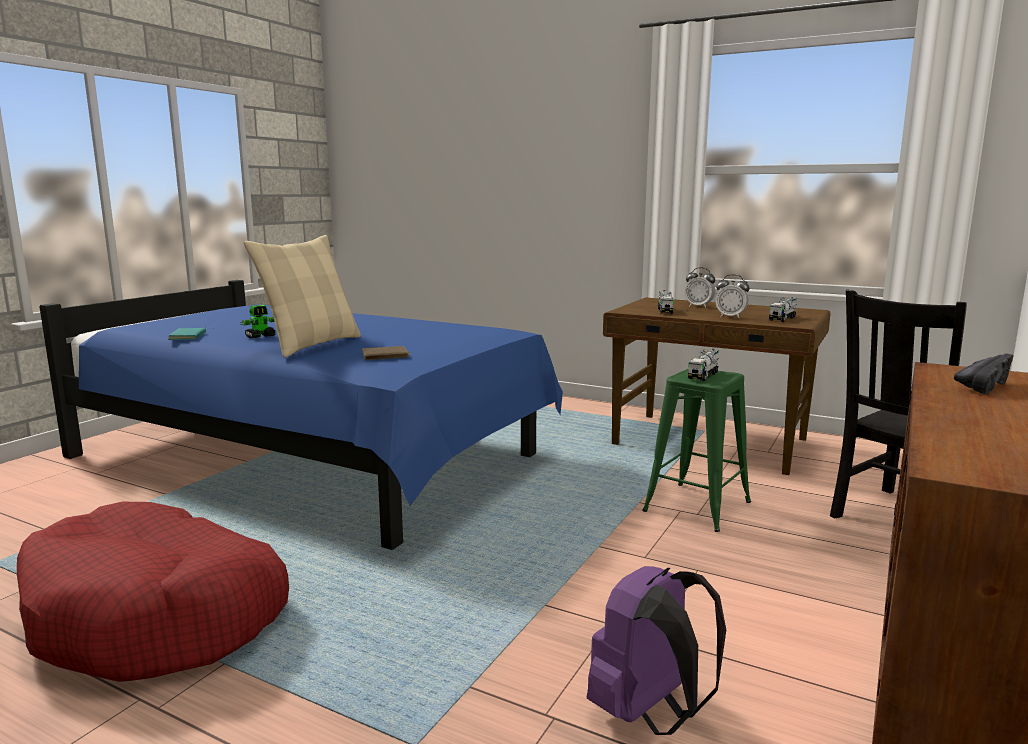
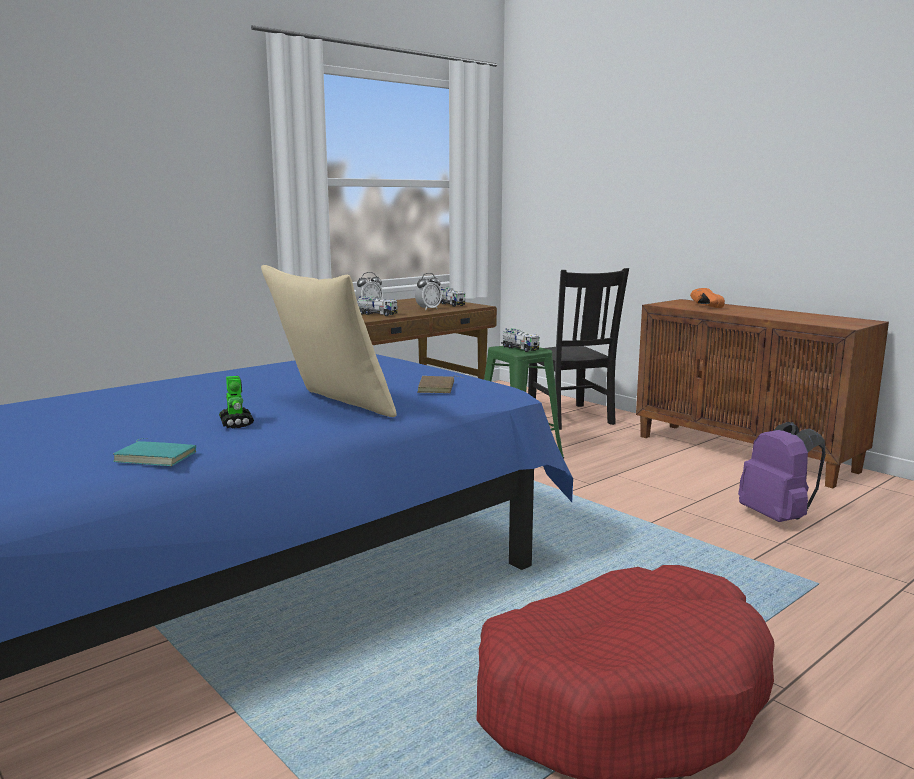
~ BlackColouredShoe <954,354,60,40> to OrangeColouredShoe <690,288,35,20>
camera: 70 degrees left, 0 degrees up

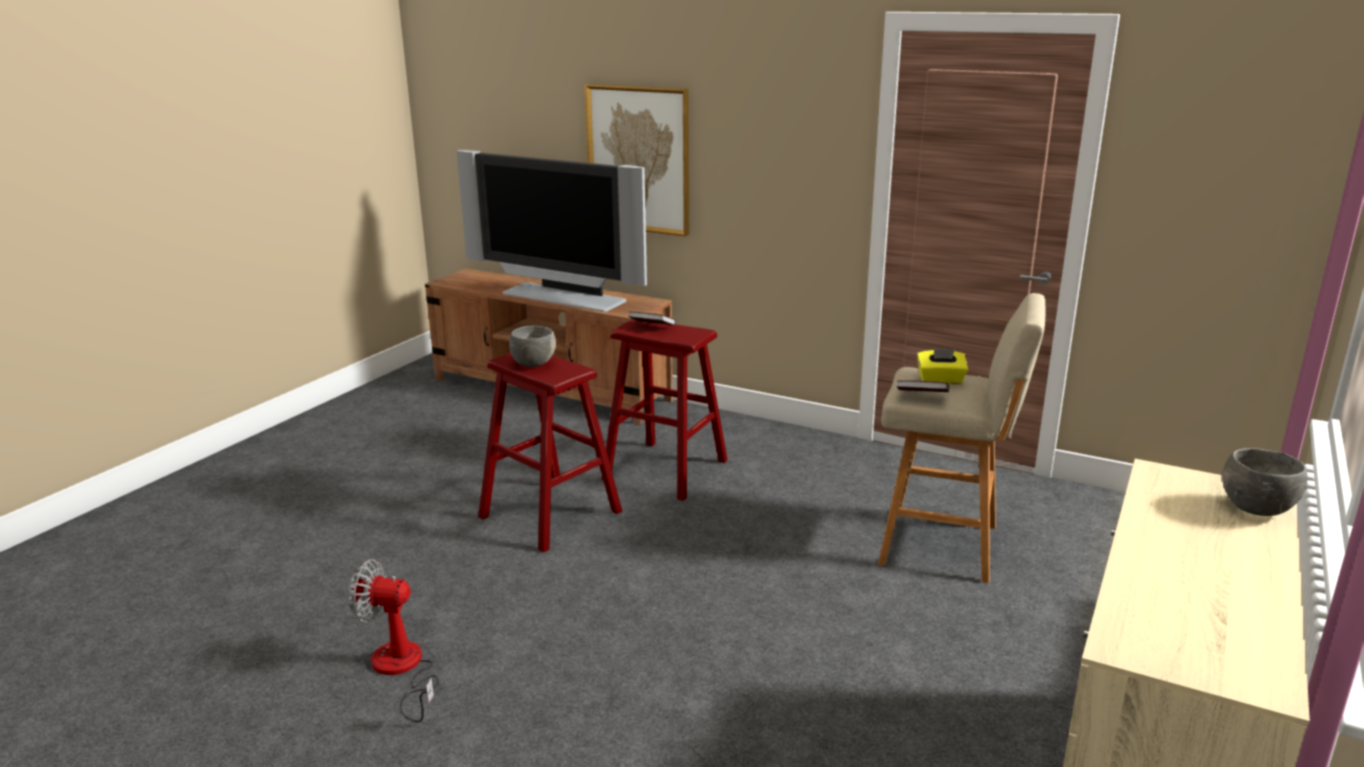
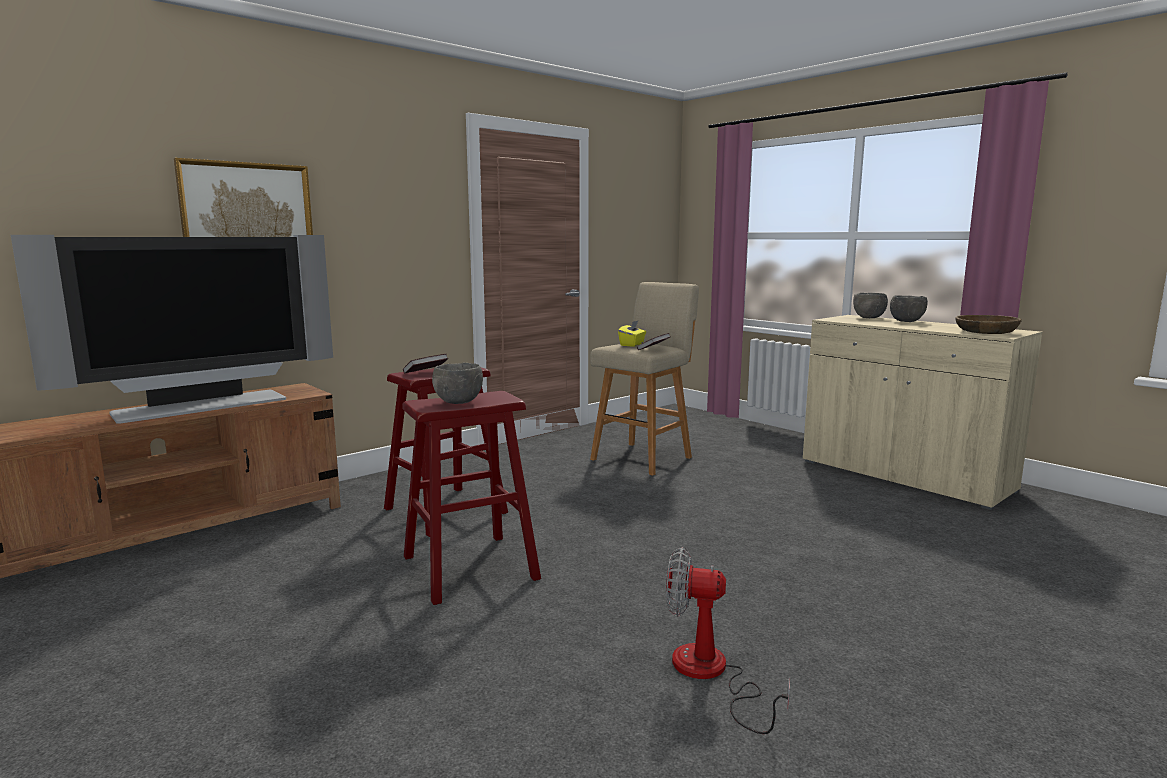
~ Fan <349,559,90,163> = <666,547,124,187> 75 degrees clockwise
+ GreyDeepDish <890,295,38,27>
+ BrownDeepDish <956,315,66,19>
camera: 70 degrees left, 10 degrees down

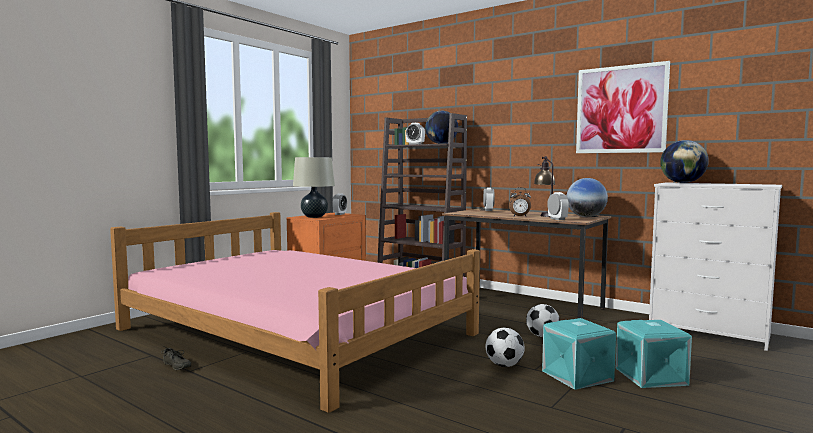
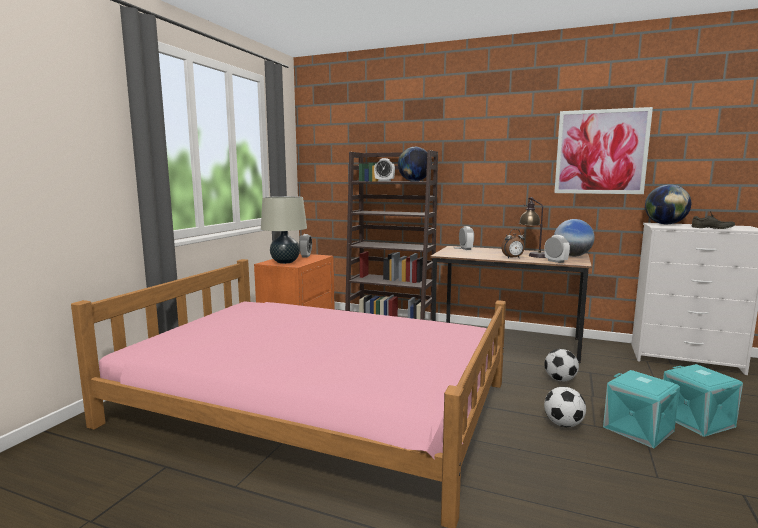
~ GreyShoe <161,346,30,24> to <692,213,43,16>
camera: 15 degrees left, 5 degrees up

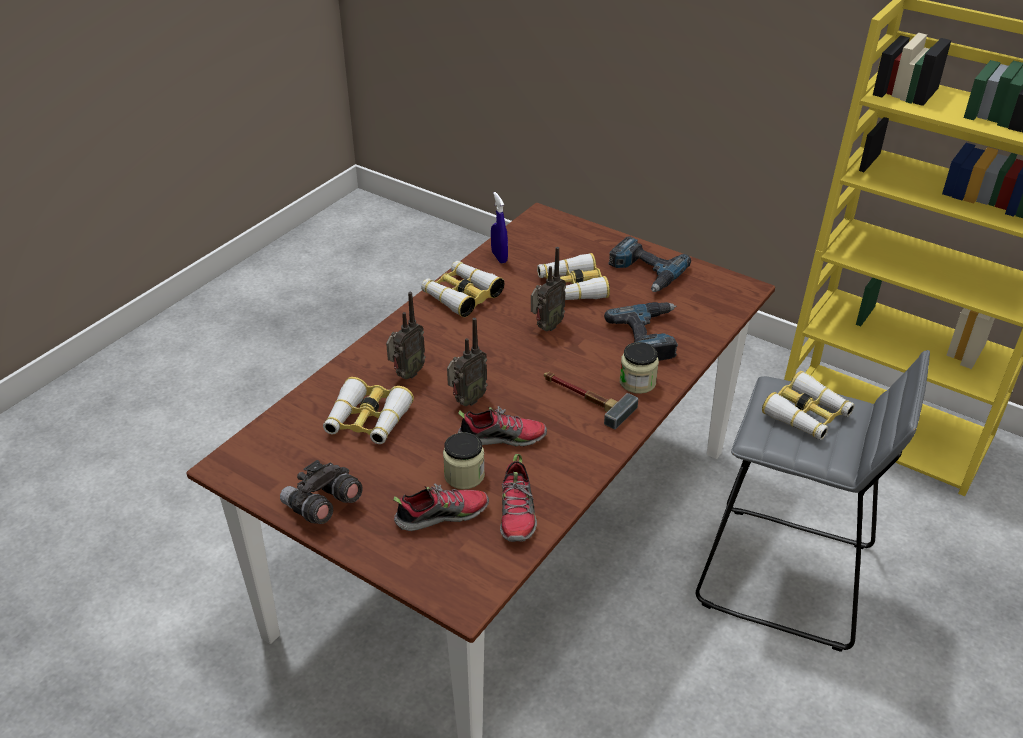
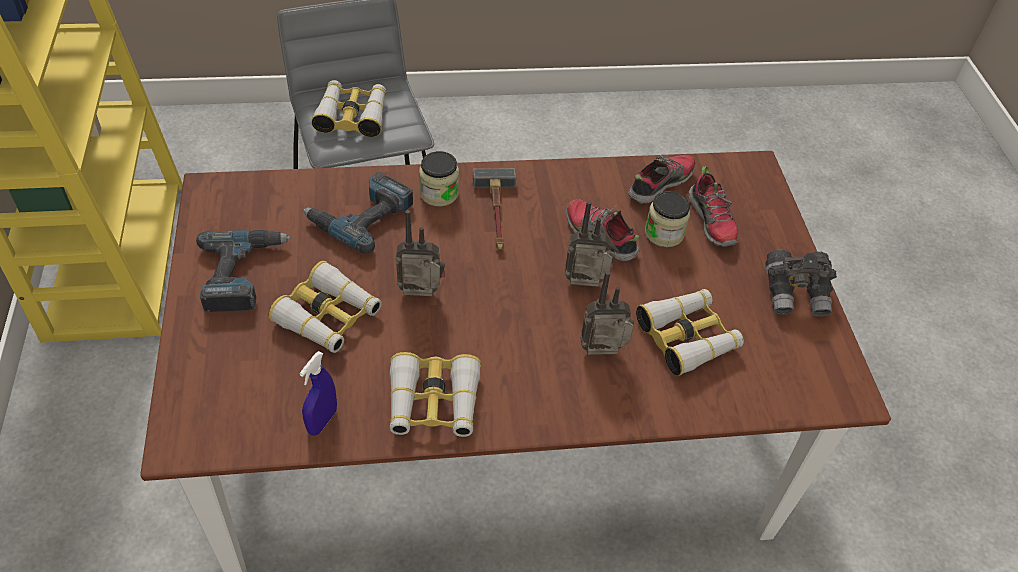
~ Shoe <393,483,96,48> = <689,166,49,81> 135 degrees counterclockwise
camera: 135 degrees left, 10 degrees up

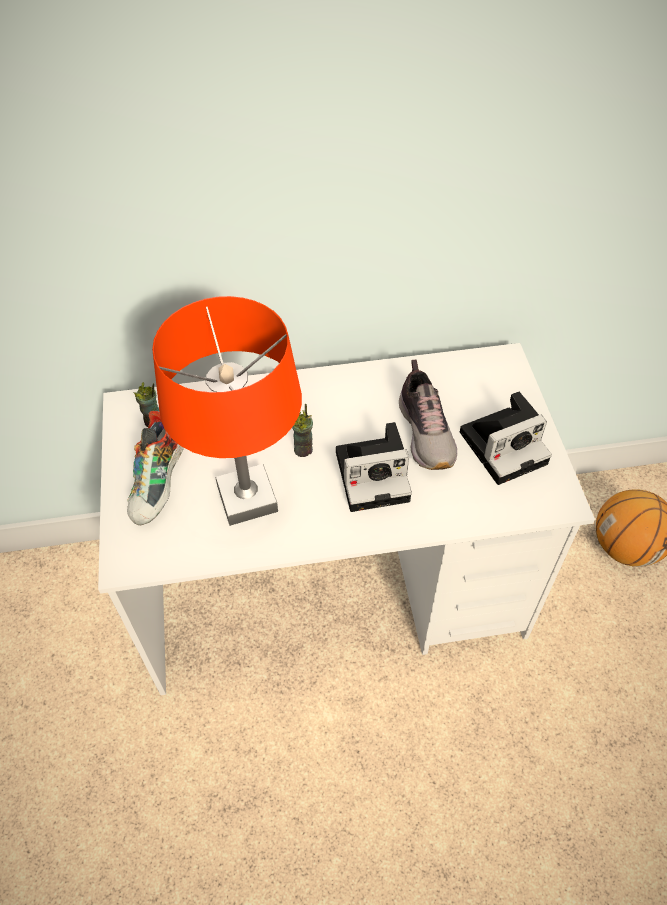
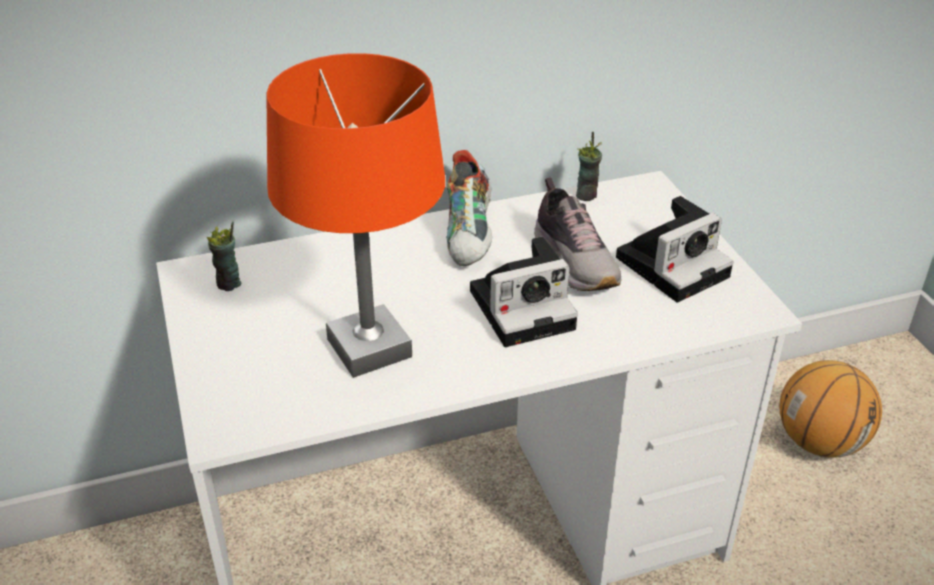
~ Shoe <127,411,57,114> to <446,150,46,116>
~ SmallCup <292,404,21,53> to <576,132,26,69>
camera: 10 degrees left, 15 degrees down

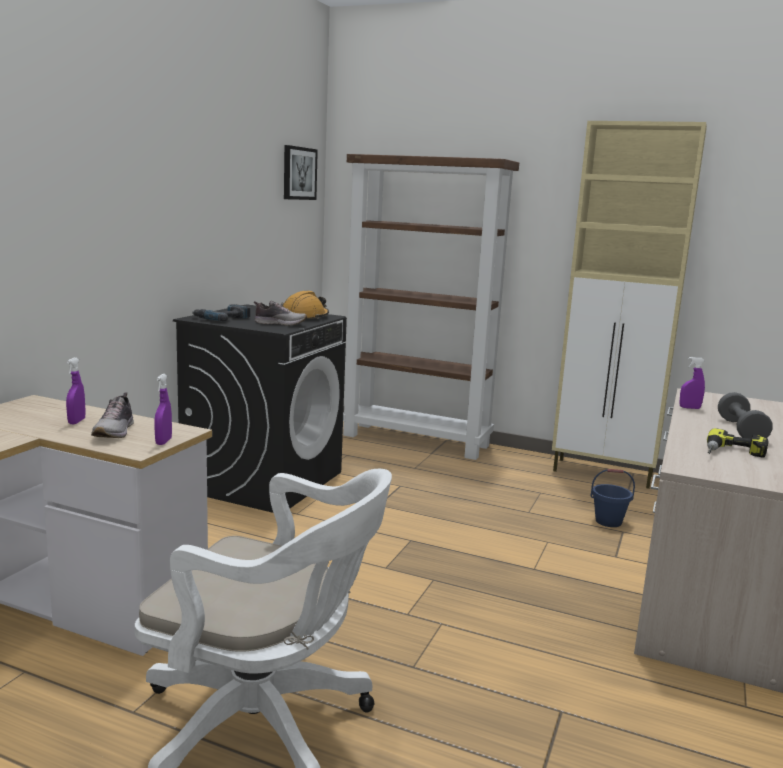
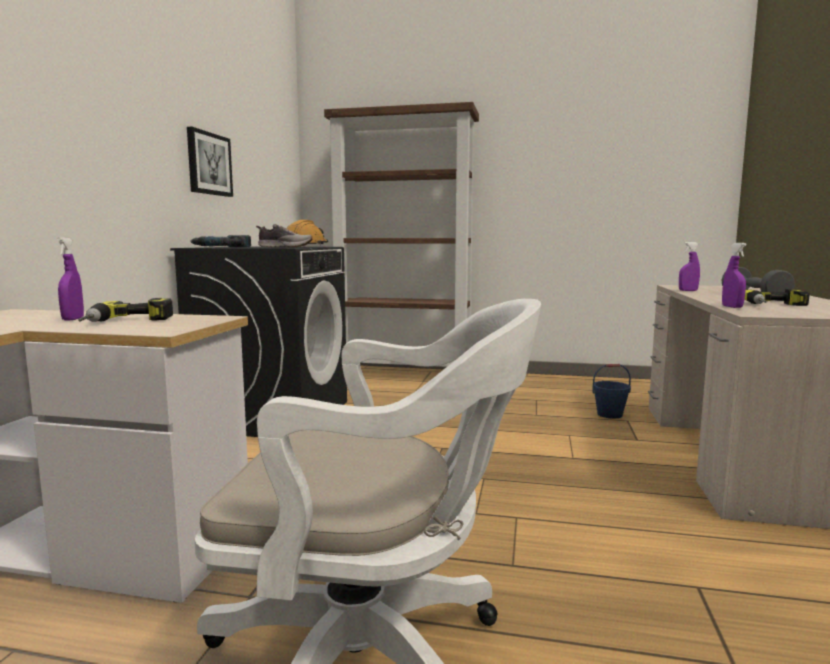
~ Shoe <91,392,43,46> to Drill <79,298,94,24>
~ PurpleColouredSprayBottle <154,374,18,71> to <722,243,25,65>
~ Picture <284,145,34,55> to <187,127,46,70>
- SandColouredCupboard <552,121,155,368>
camera: 10 degrees left, 5 degrees down

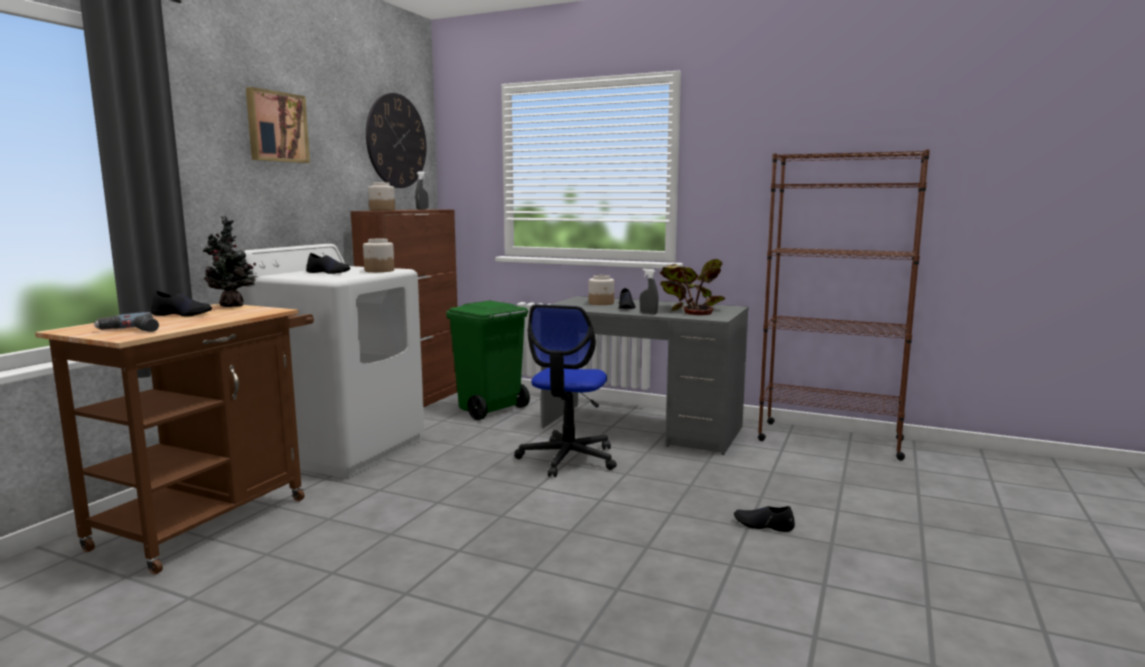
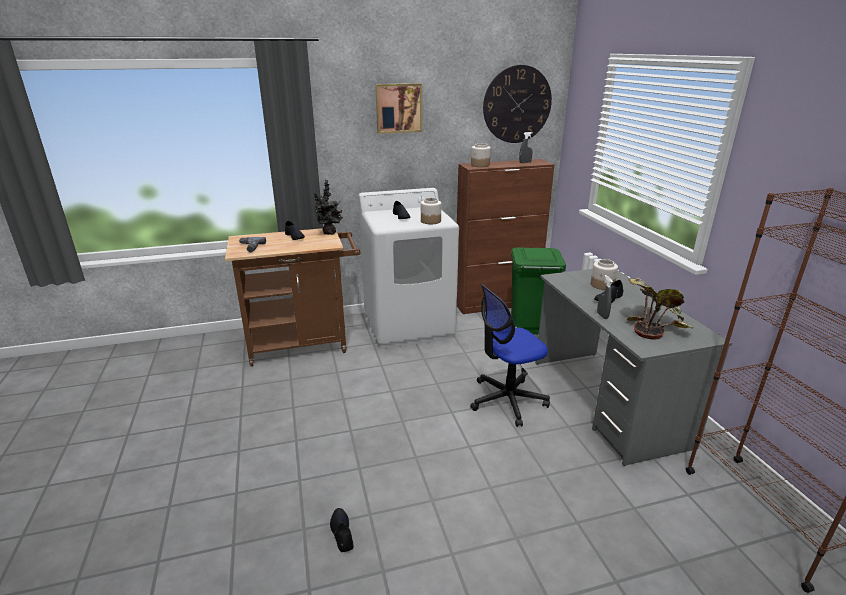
~ BlackColouredShoe <734,506,61,26> to <330,508,24,44>
camera: 50 degrees right, 15 degrees up

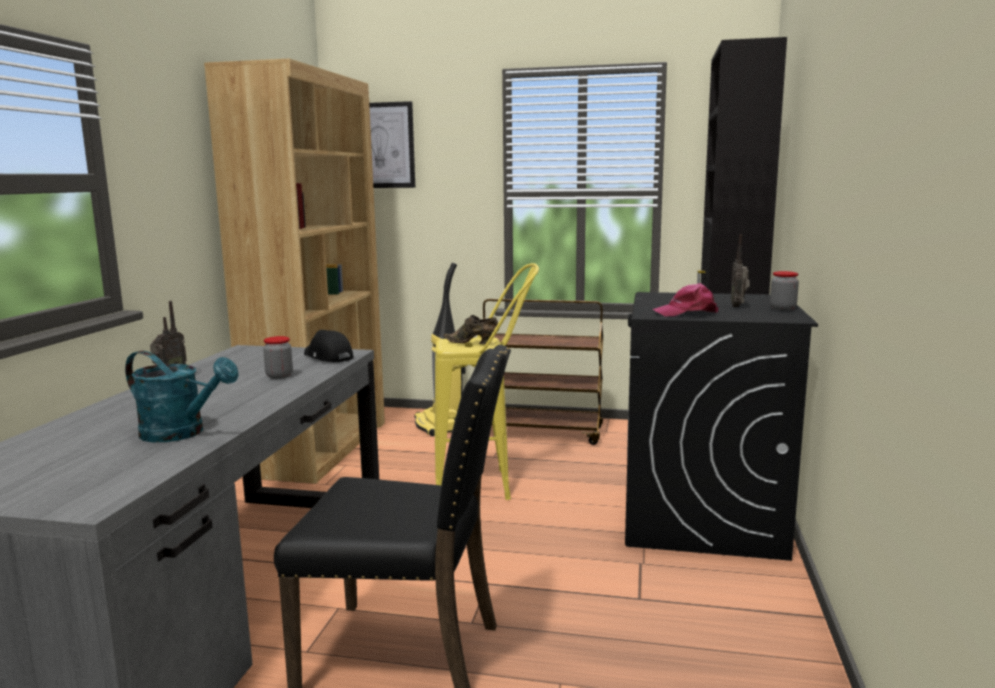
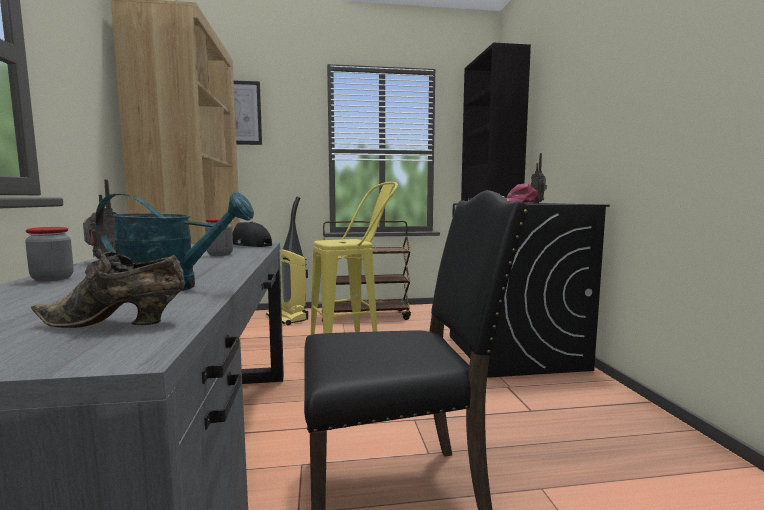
~ BrownShoe <443,315,55,29> to <31,252,155,76>
~ PreserveJar <770,271,29,40> to <25,227,49,55>
camera: 20 degrees left, 5 degrees down

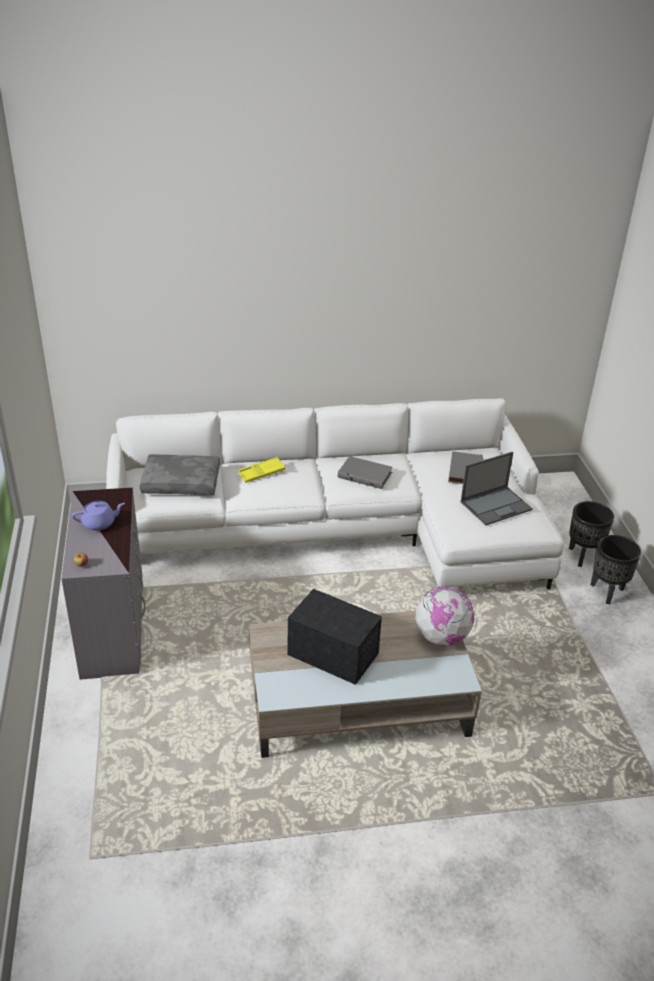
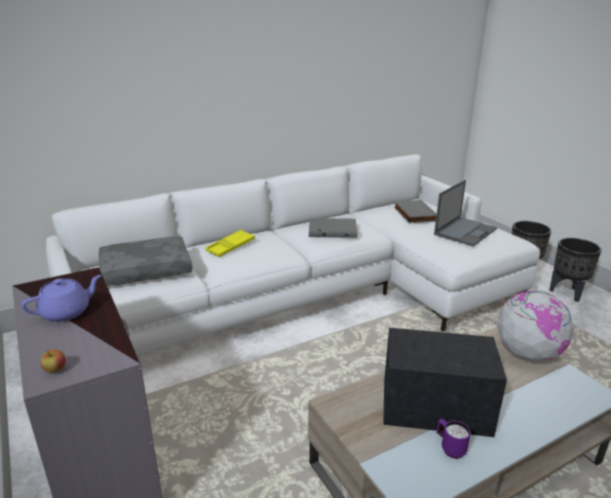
+ PurpleColouredMug <437,419,34,40>
camera: 20 degrees left, 10 degrees down

